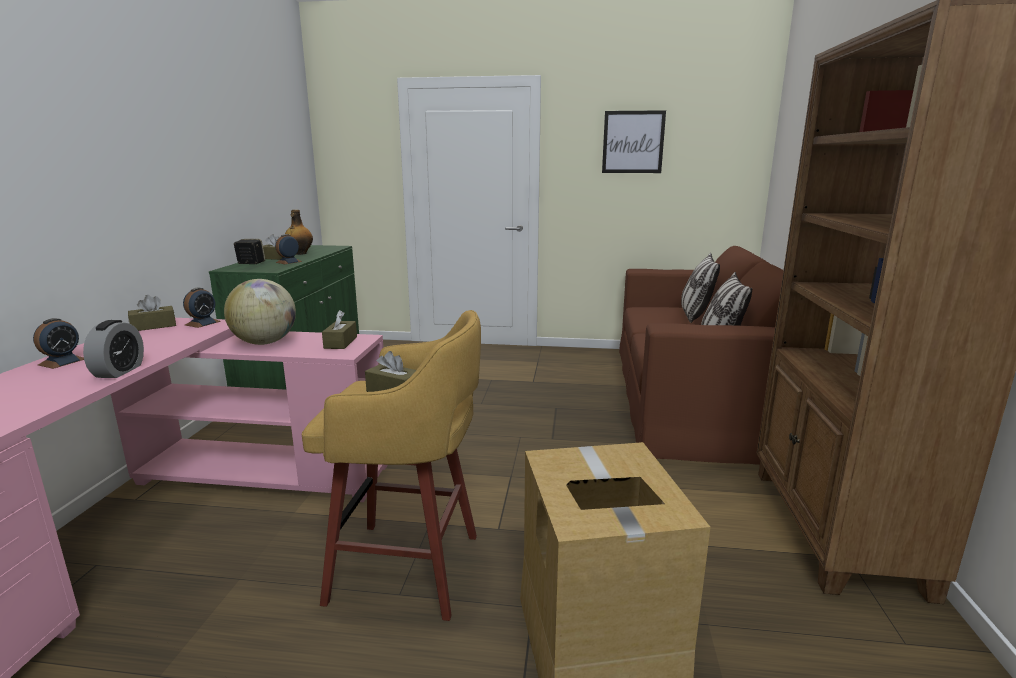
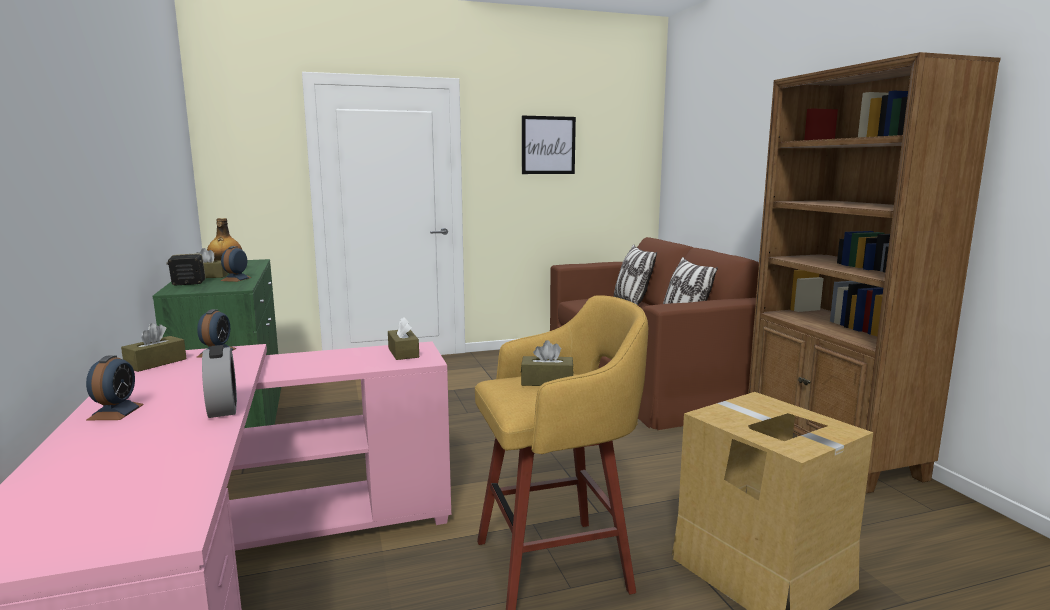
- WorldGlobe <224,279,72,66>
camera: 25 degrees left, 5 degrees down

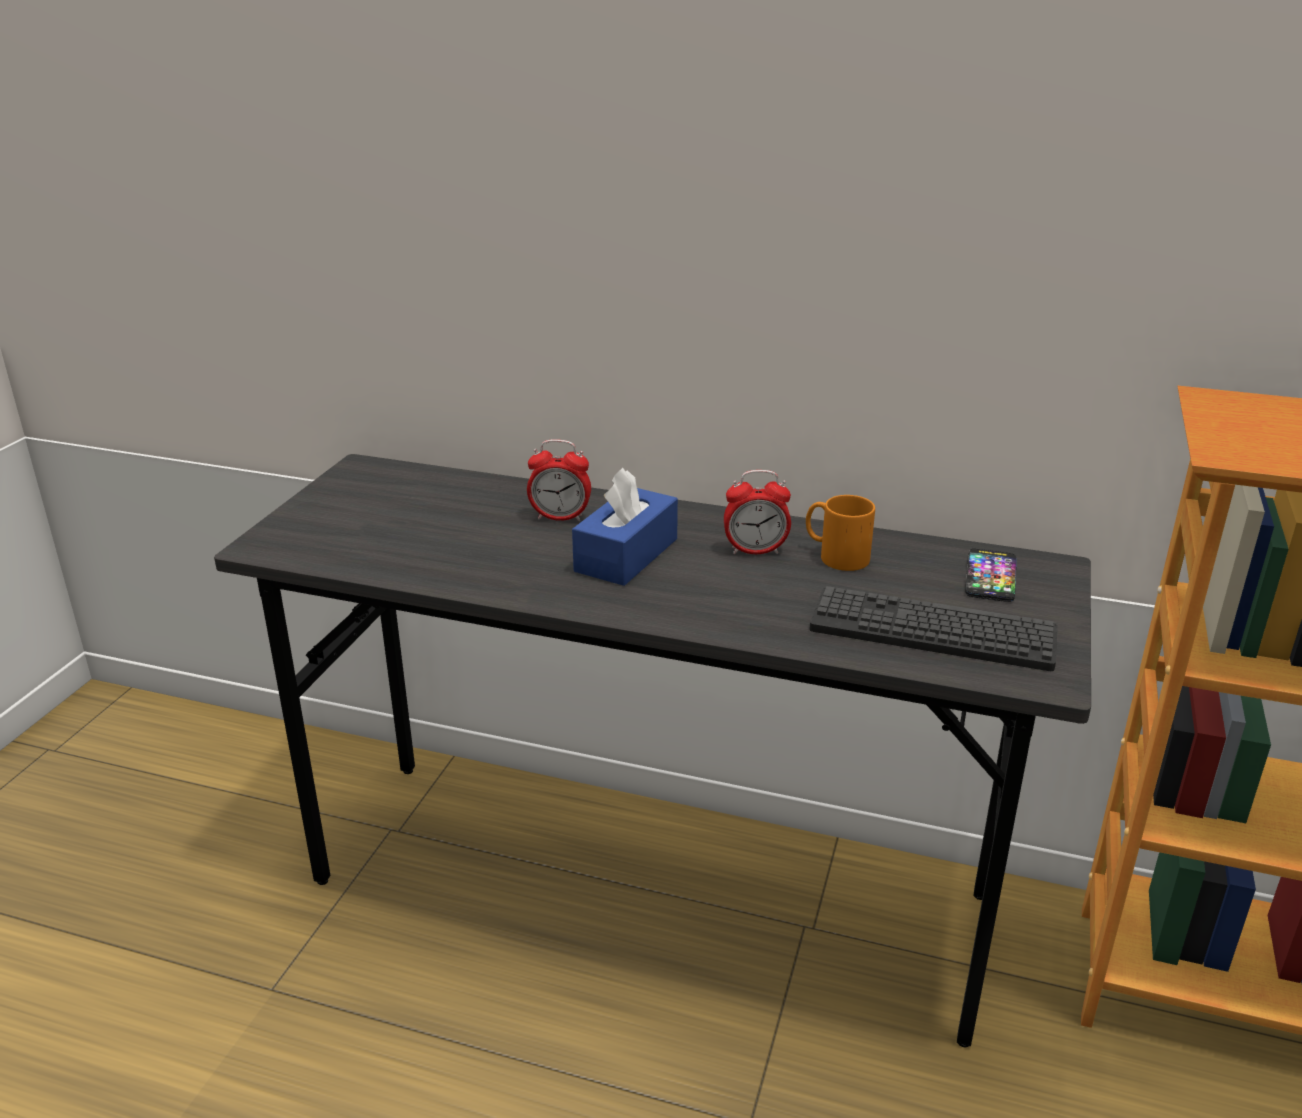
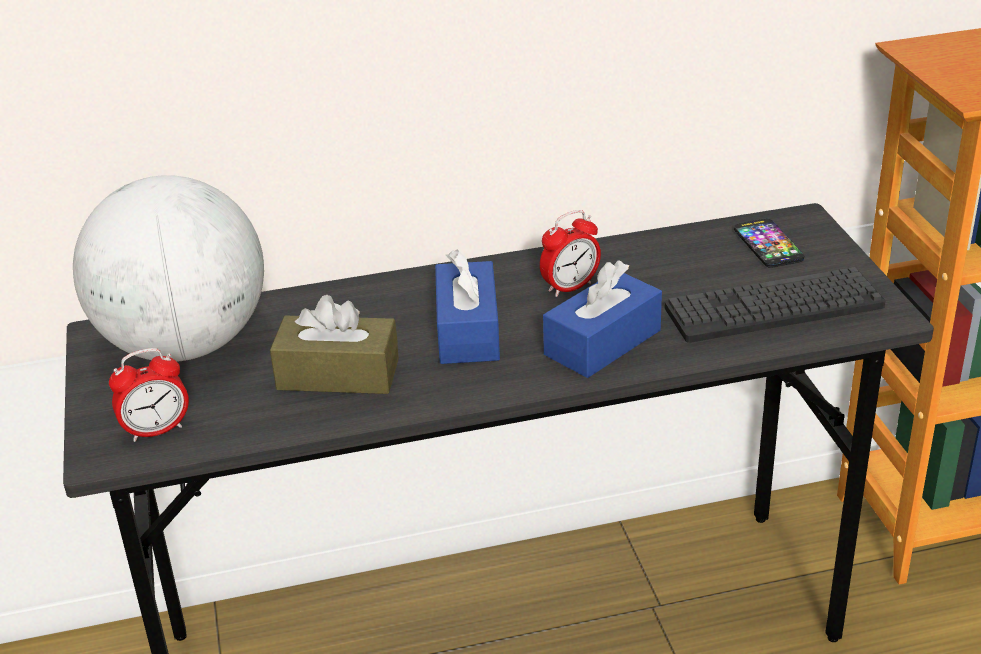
~ TableClock <527,439,64,82> to <109,348,80,94>
- OrangeColouredMug <806,495,69,76>
+ WorldGlobe <73,175,191,187>
+ BrownTissueHolder <270,295,129,99>
+ BlueTissueHolder <543,260,119,118>
camera: 30 degrees left, 5 degrees up

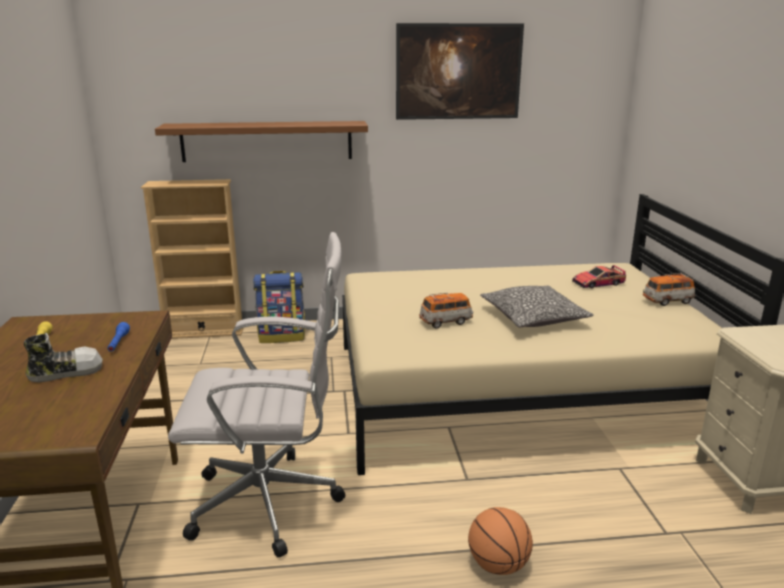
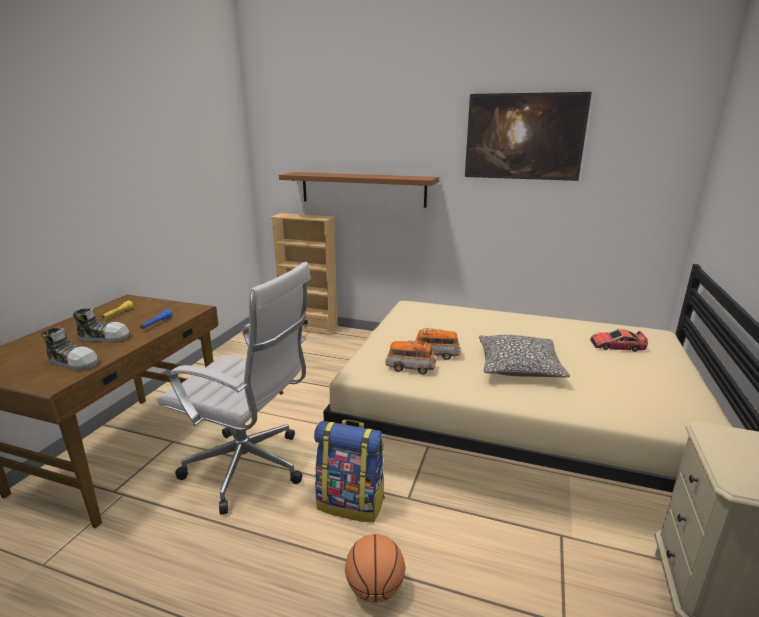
~ Knapsack <253,271,52,72> to <314,420,71,102>
~ MiniatureCar <643,273,52,33> to <385,340,51,34>
+ Shoe <41,328,57,43>
camera: 25 degrees right, 0 degrees up

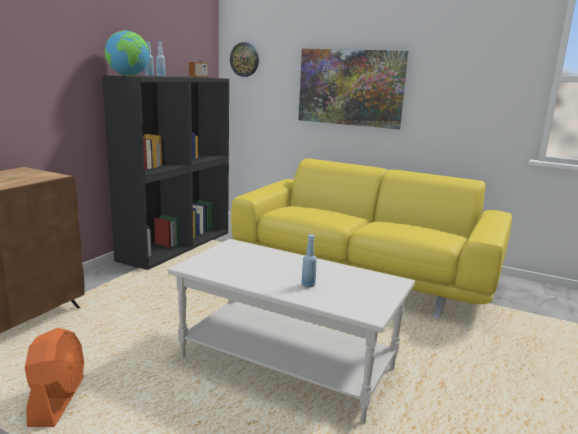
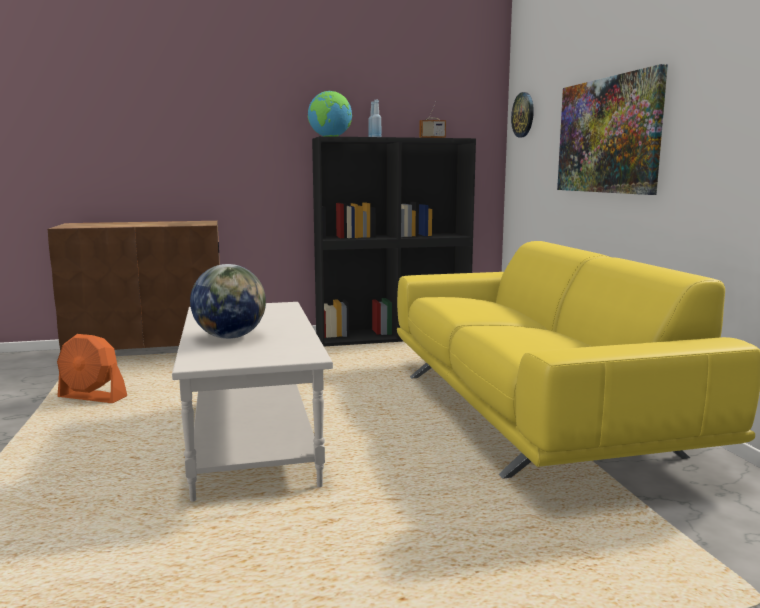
~ OrangeColouredFan <25,328,59,99> = <57,334,70,69> 60 degrees clockwise
~ BlueDrinkBottle <301,235,16,53> to WorldGlobe <190,264,76,75>
camera: 50 degrees right, 5 degrees down

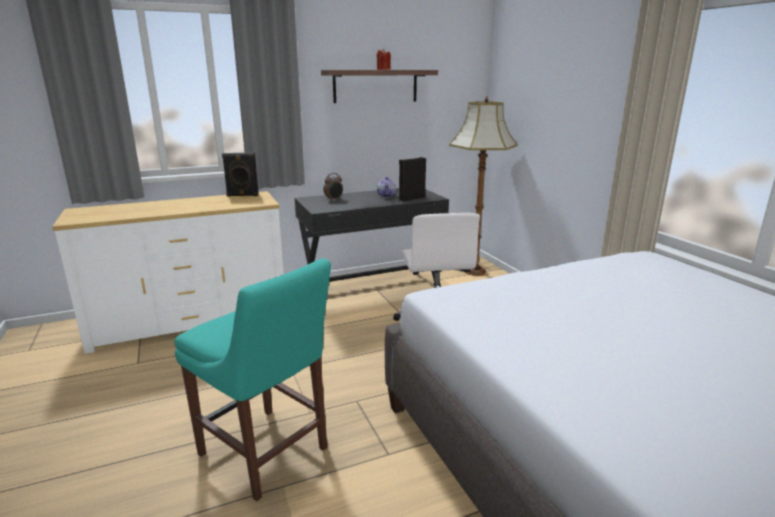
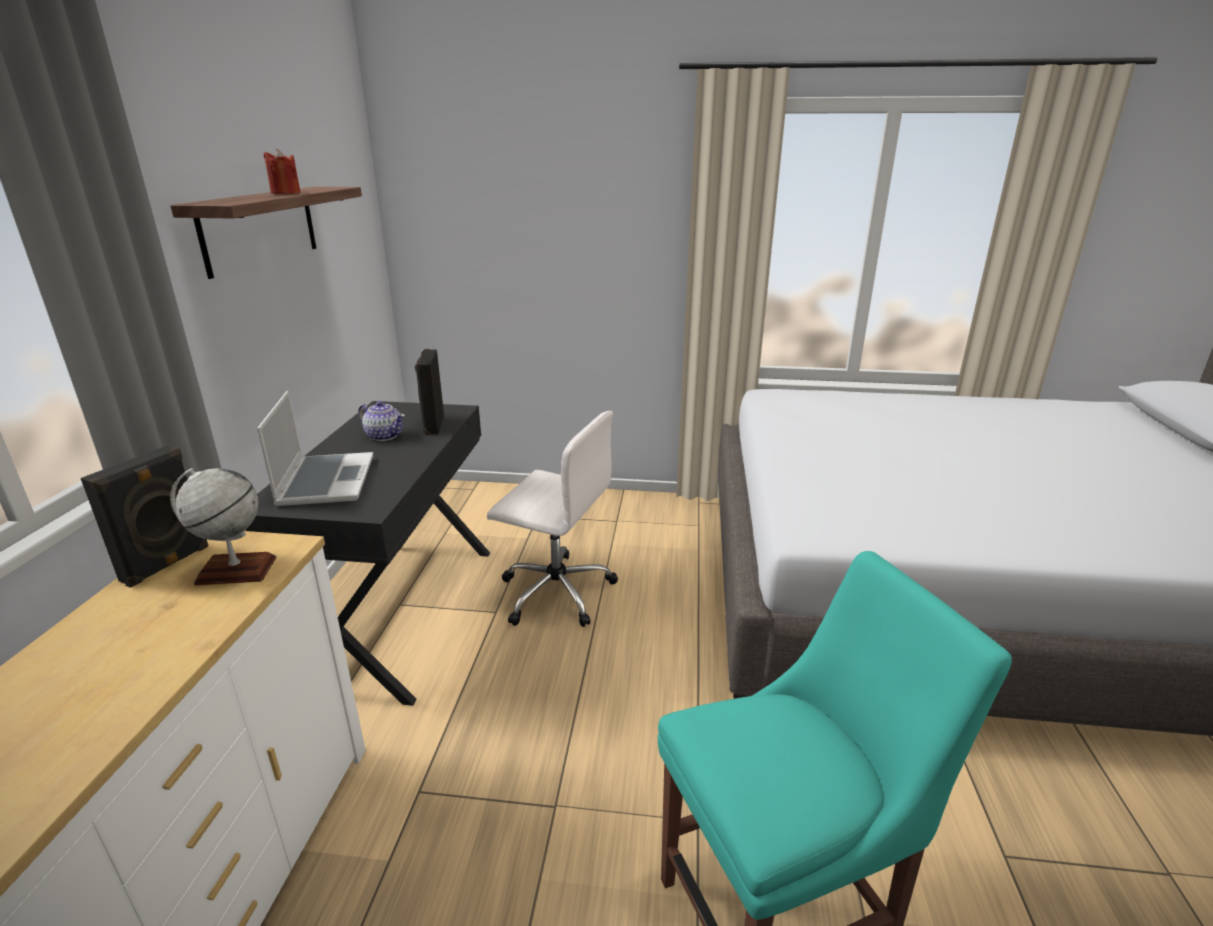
~ TableClock <323,173,20,27> to NotebookComputer <257,391,116,115>
- FloorLamp <449,96,68,180>
+ WorldGlobe <170,468,107,117>
camera: 60 degrees left, 5 degrees up

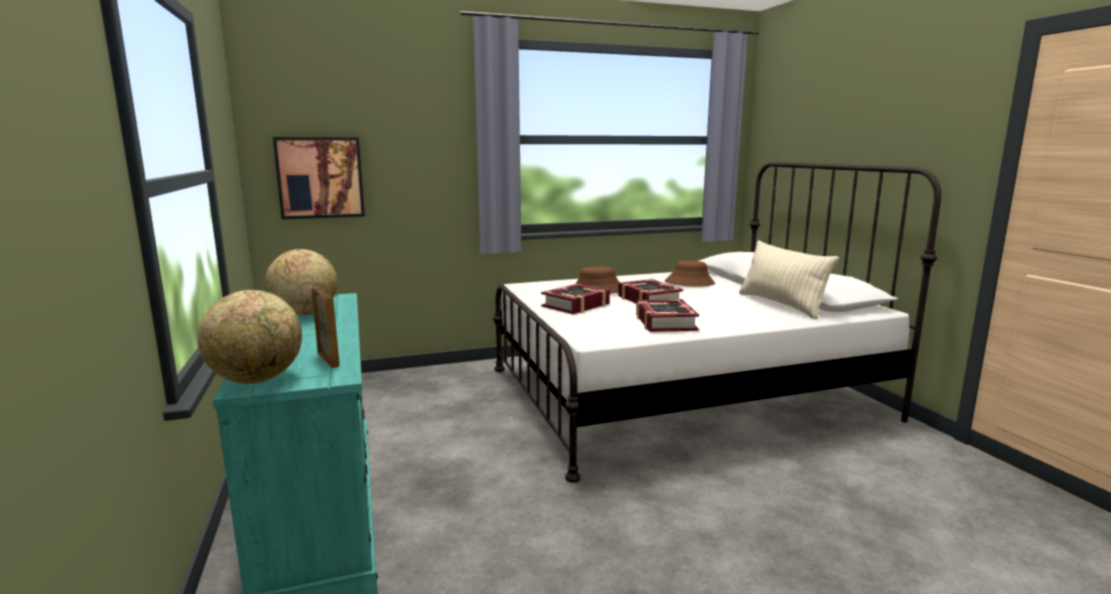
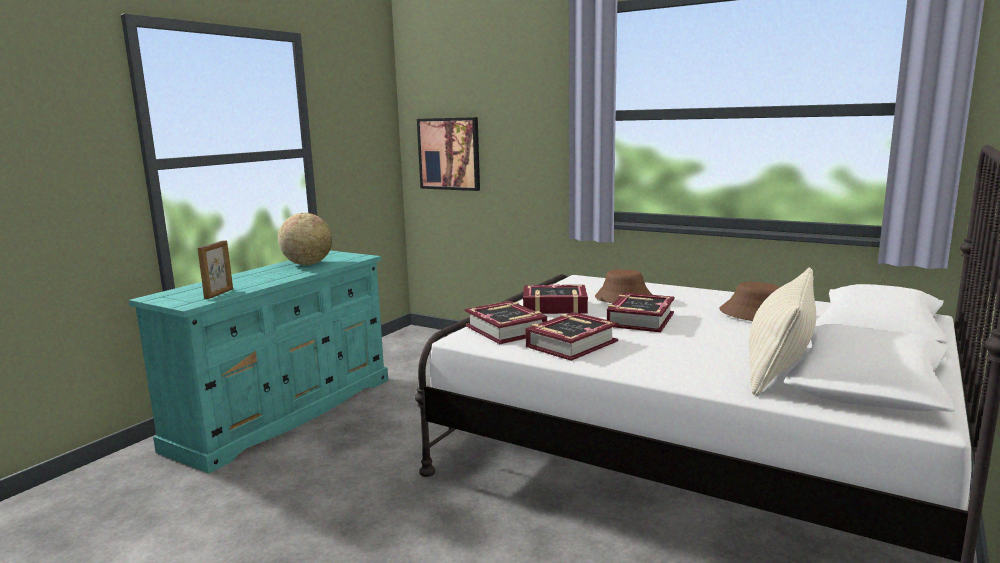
- WorldGlobe <198,290,104,94>
+ Book <465,301,82,43>
camera: 50 degrees right, 0 degrees up

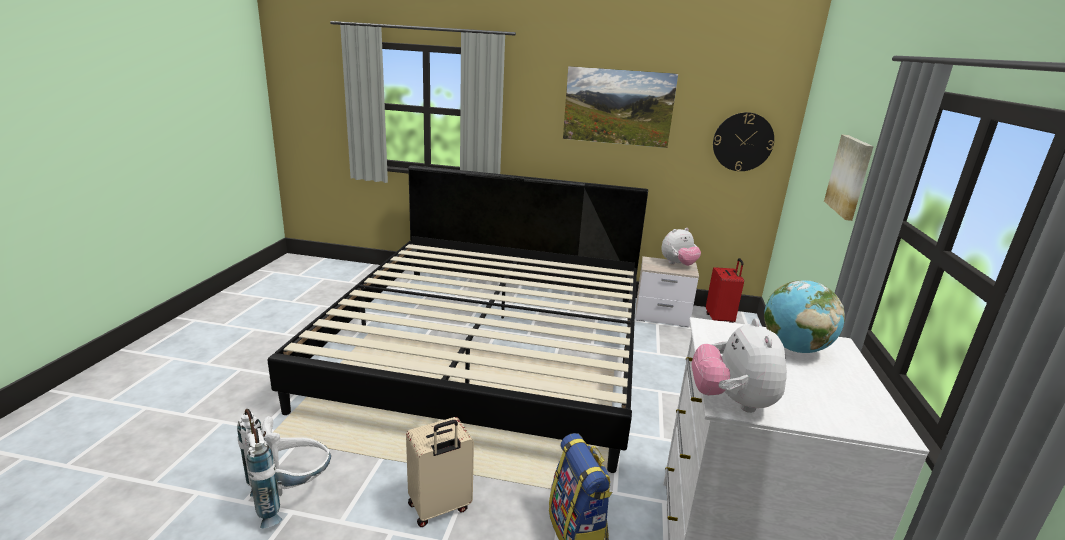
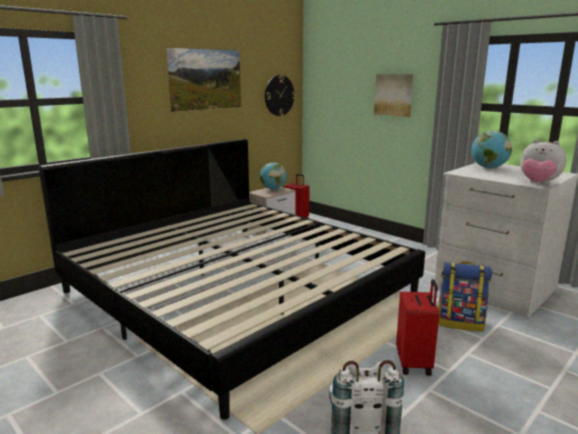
~ SandColouredPieceOfLuggage <406,417,68,110> to ReddishPieceOfLuggage <396,279,43,97>
~ PlushToy <661,228,40,38> to WorldGlobe <260,162,27,28>
camera: 55 degrees left, 5 degrees down

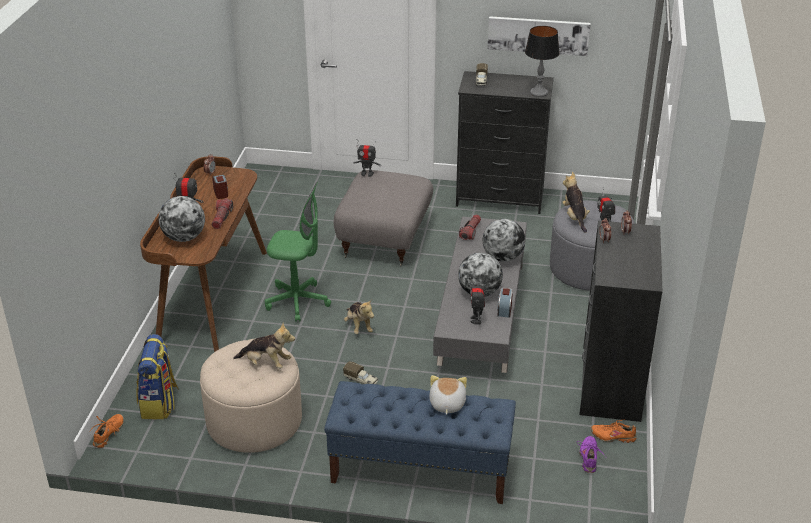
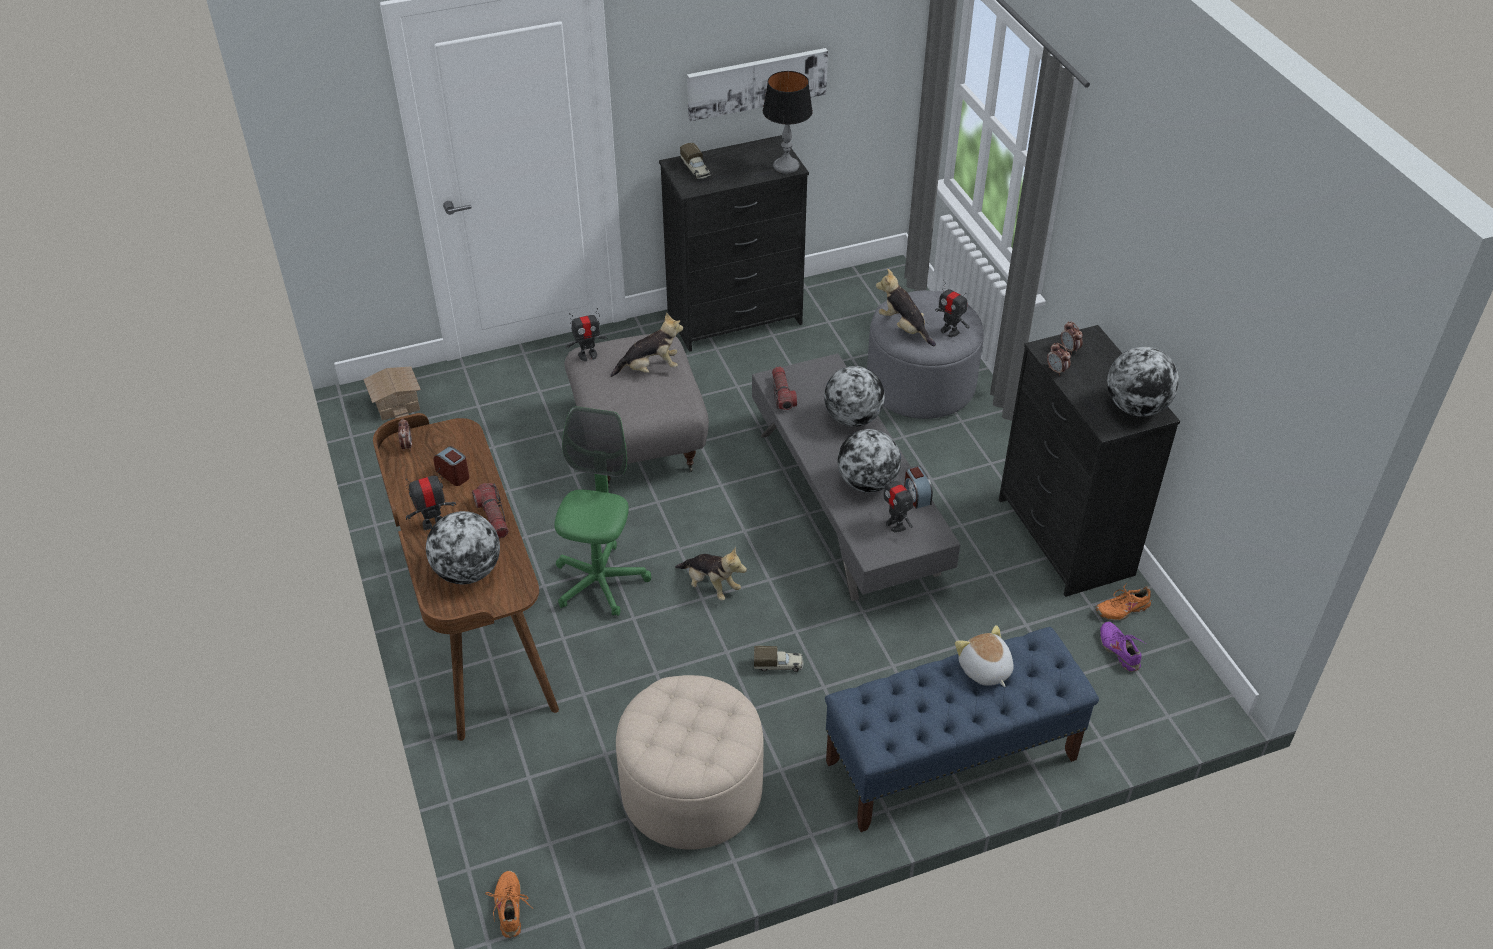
- Knapsack <136,334,43,85>
~ PlushToy <233,322,62,47> to <610,312,73,65>
~ GreenColouredComputerChair <265,181,66,141> = <554,406,97,210> 60 degrees counterclockwise
+ ModelHouse <363,366,58,55>
+ WorldGlobe <1107,347,72,69>
camera: 30 degrees left, 10 degrees up

